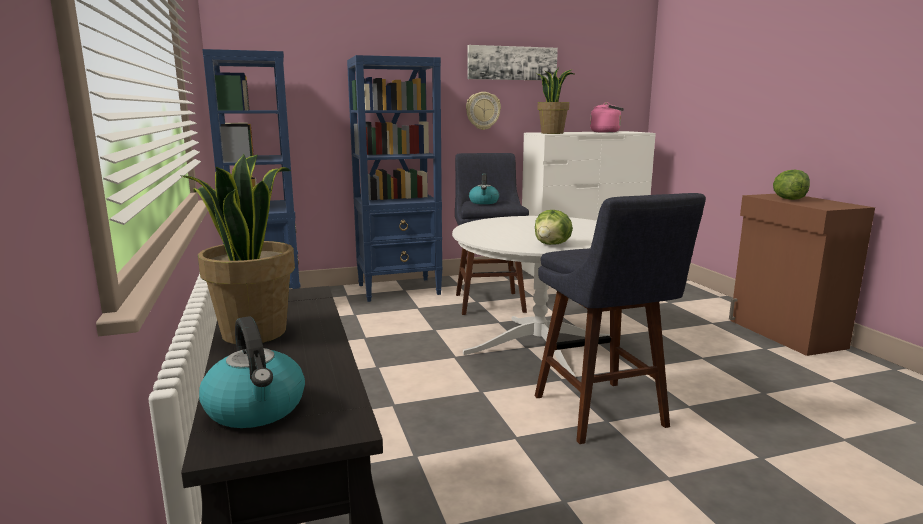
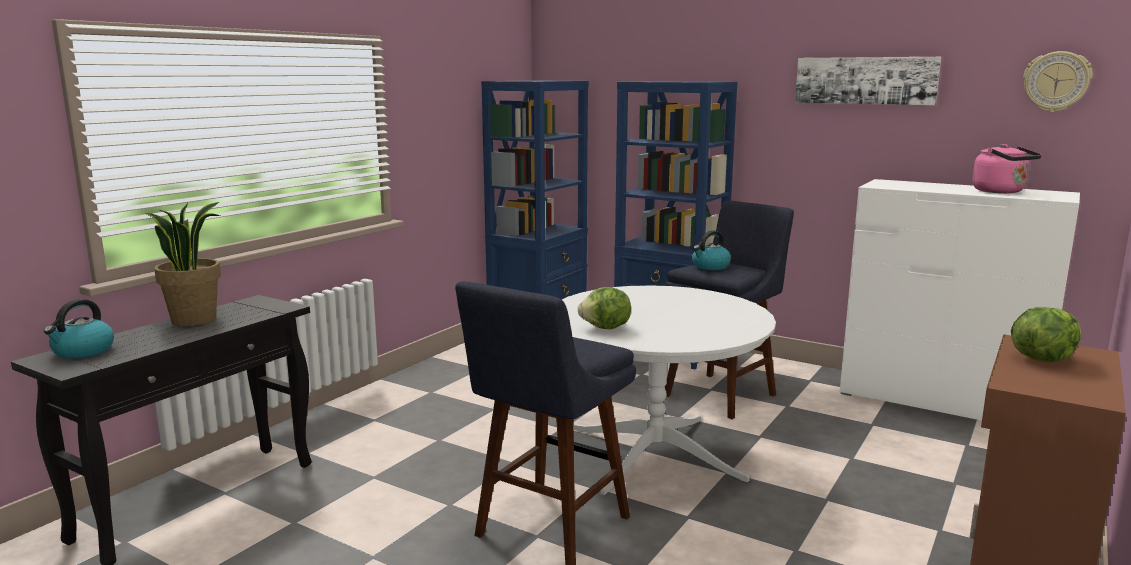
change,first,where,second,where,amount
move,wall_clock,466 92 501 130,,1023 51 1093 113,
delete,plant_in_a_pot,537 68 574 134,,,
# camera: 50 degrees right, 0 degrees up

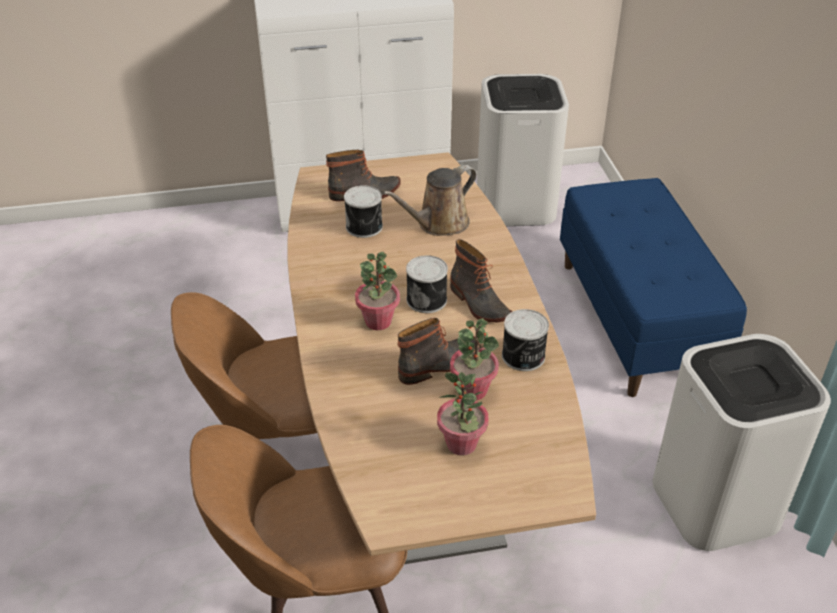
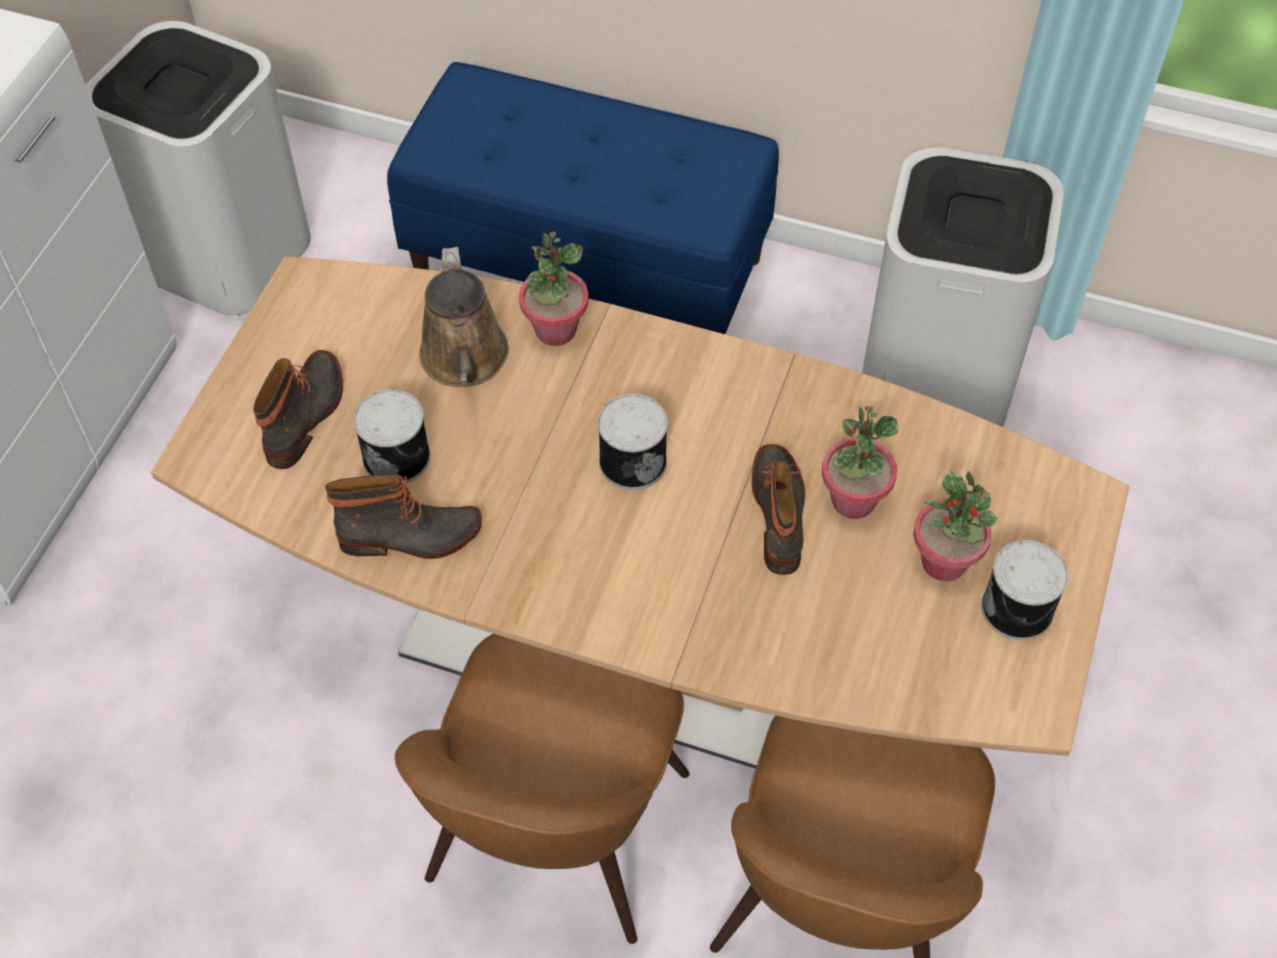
change,first,where,second,where,amount
move,plant_in_a_pot,355 252 400 330,,519 232 589 346,
move,boot,450 239 512 322,,325 475 482 559,
move,sealed_can,502 309 549 371,,981 540 1069 640,
# camera: 60 degrees left, 15 degrees up

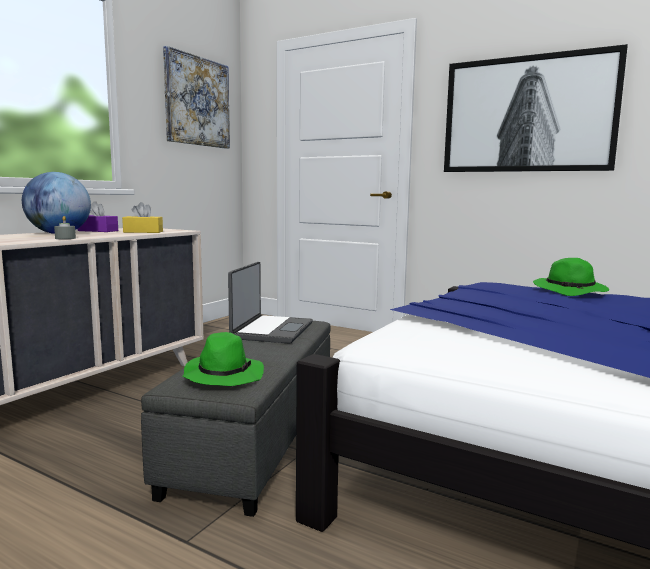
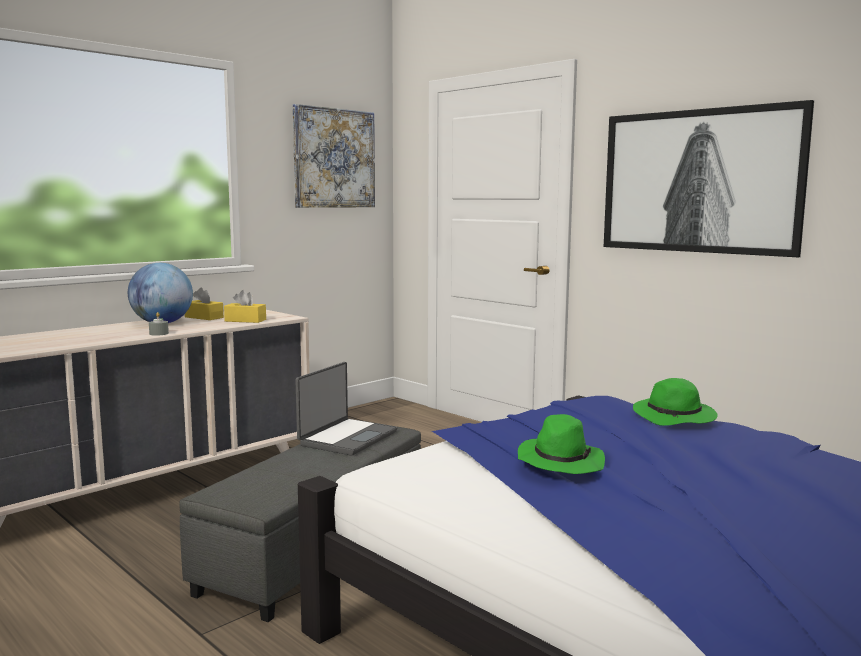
change,first,where,second,where,amount
recolor,purple_tissue_holder,78 201 118 232,yellow-coloured_tissue_holder,185 287 224 320,
move,green-coloured_clothing_hat,182 332 264 386,,518 414 605 474,
# camera: 15 degrees right, 0 degrees up

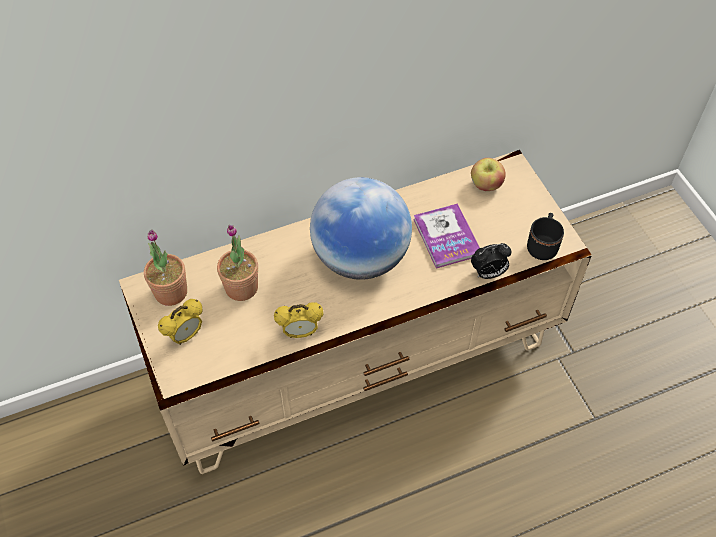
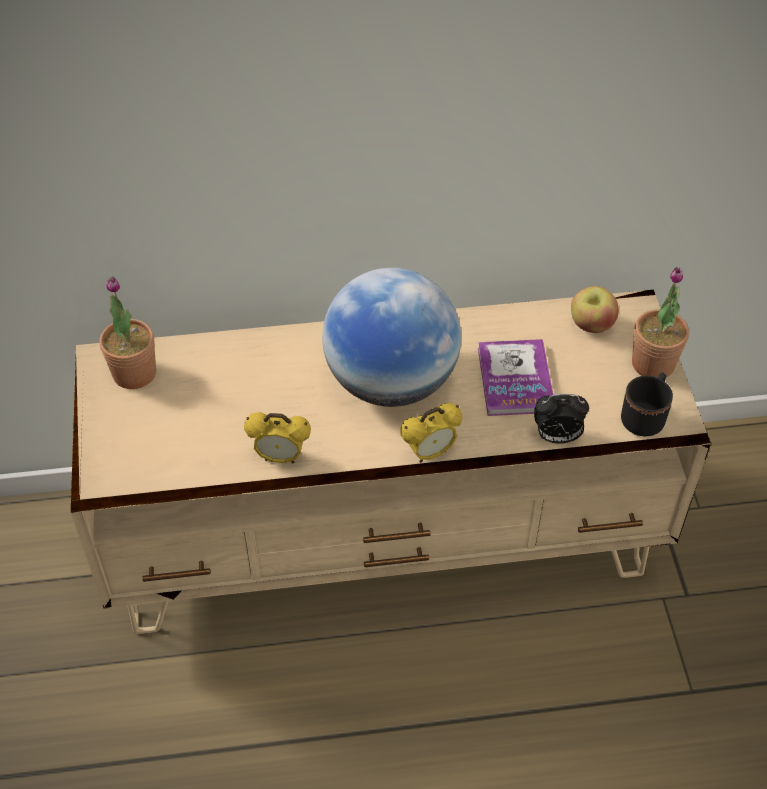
change,first,where,second,where,amount
move,table_clock,158 299 203 345,,401 403 462 463,
move,plant_in_a_pot,217 225 258 301,,632 267 689 378,
# camera: 15 degrees right, 5 degrees down

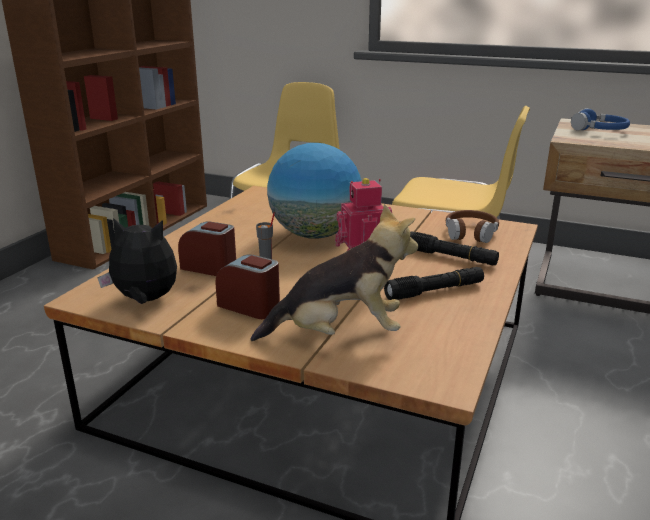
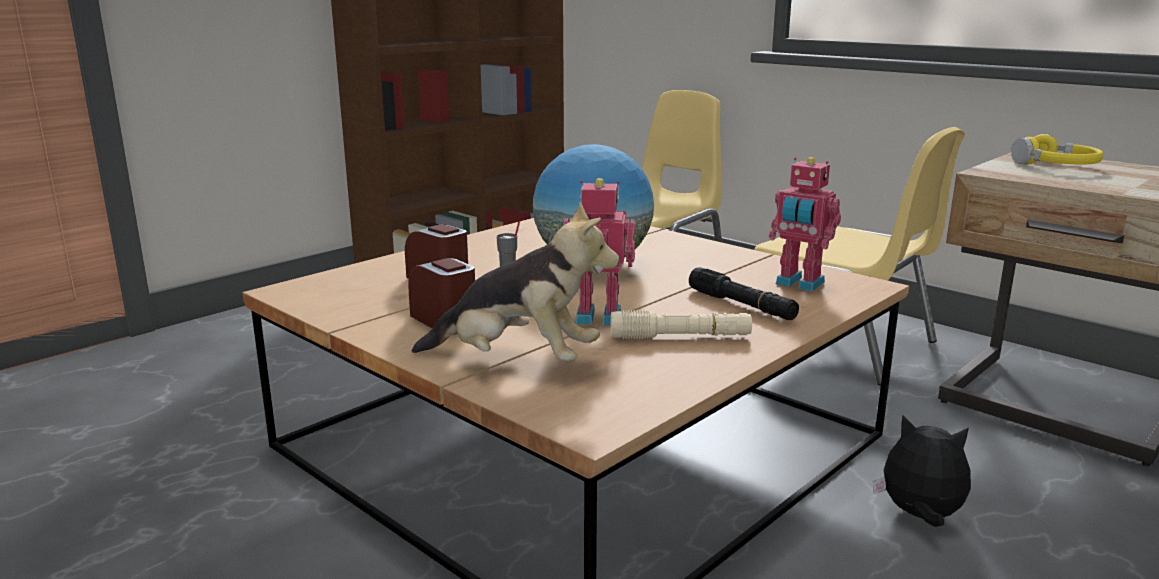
change,first,where,second,where,amount
move,soft_toy,97 218 177 304,,873 415 971 527,
recolor,blackish_torch,384 267 484 300,sand-coloured_torch,611 310 752 339,
replace,brown_headphones,446 210 499 243,robot_figure,769 157 841 291,
recolor,blue-coloured_headphones,571 108 630 131,yellow-coloured_headphones,1011 134 1103 164,
# camera: 20 degrees right, 5 degrees down

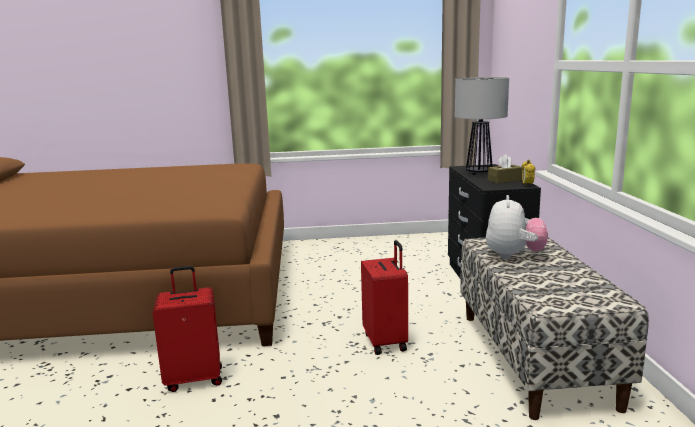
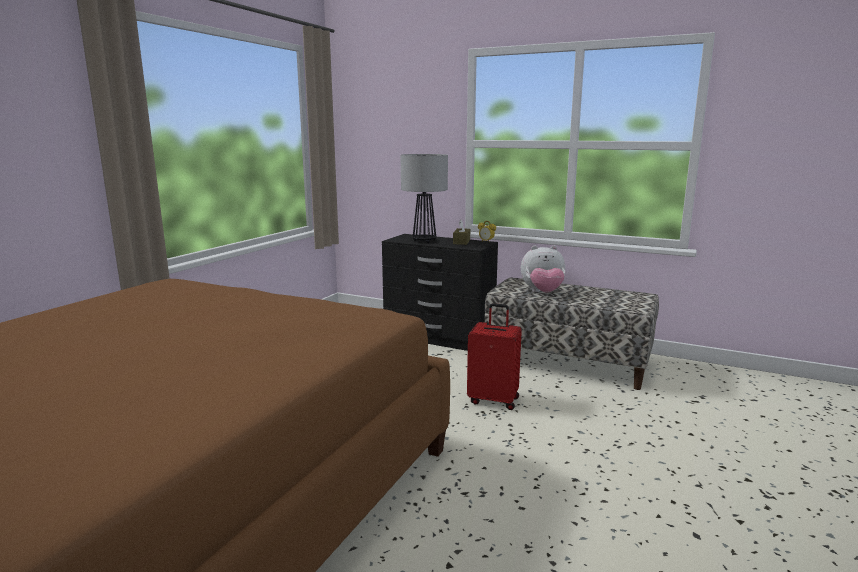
change,first,where,second,where,amount
delete,red_suitcase,153 266 222 392,,,
rotate,soft_toy,486 195 548 260,,521 245 565 292,135 degrees clockwise
# camera: 60 degrees left, 0 degrees up

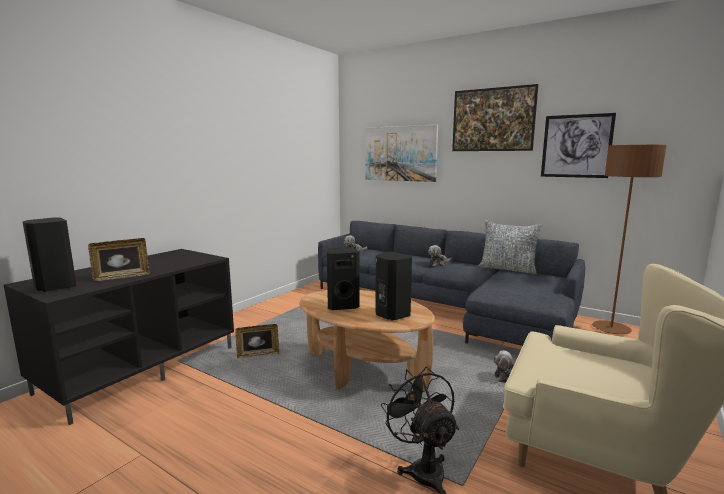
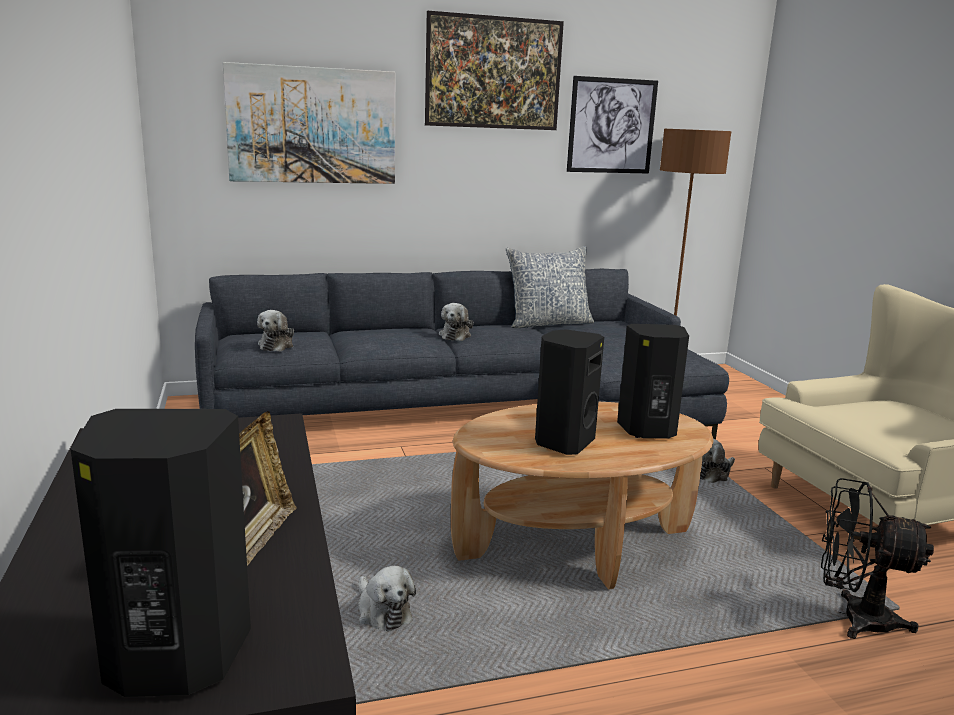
change,first,where,second,where,amount
replace,photo_frame,235 324 279 359,soft_toy,358 566 416 631,
# camera: 50 degrees left, 5 degrees up

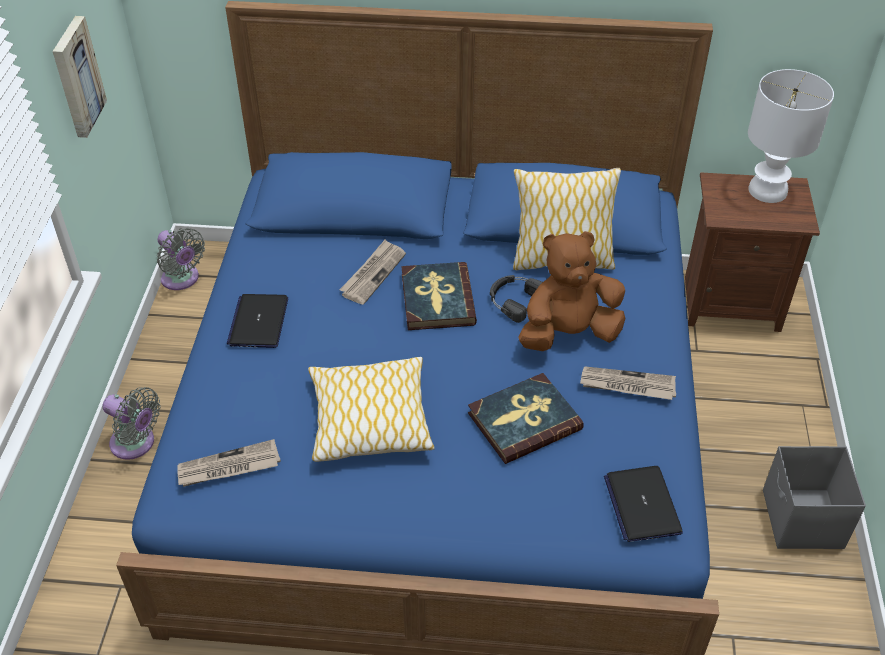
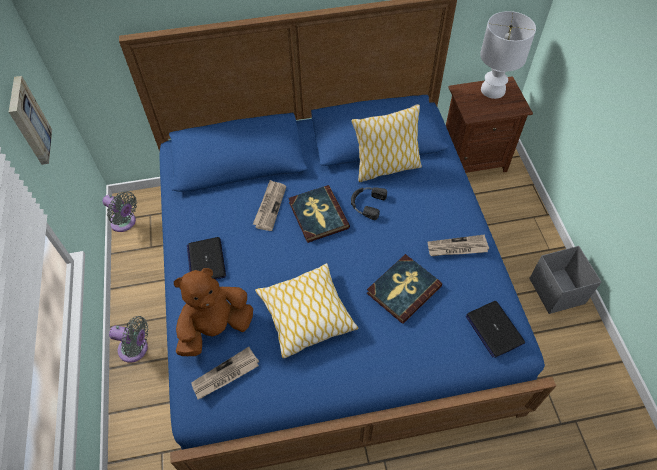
change,first,where,second,where,amount
move,brown_soft_toy,518 231 626 351,,174 268 253 356,
# camera: 15 degrees left, 10 degrees up

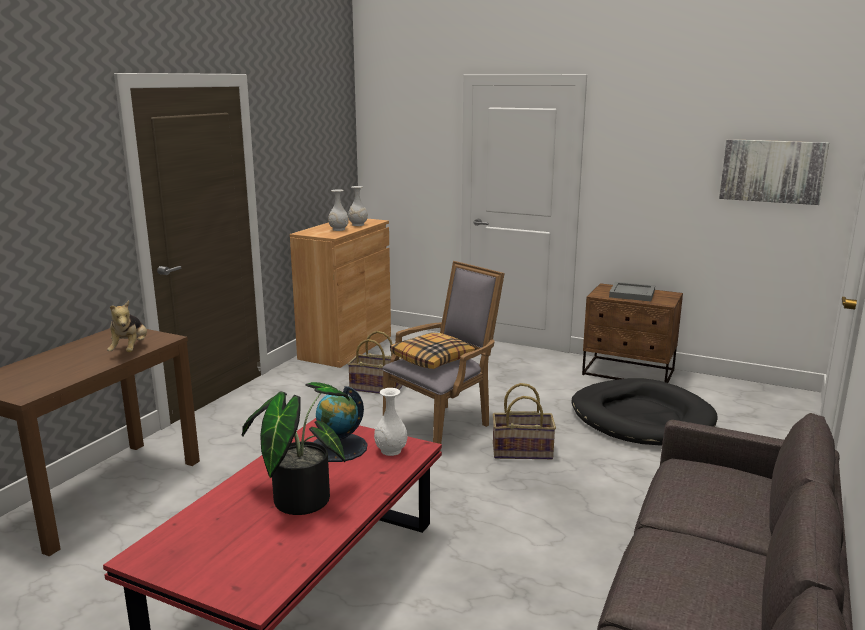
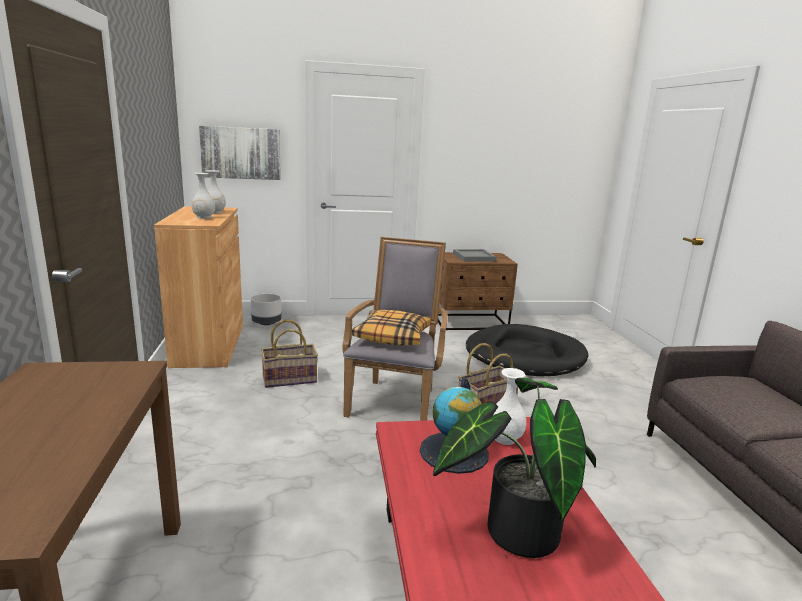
change,first,where,second,where,amount
delete,soft_toy,107 301 147 352,,,
move,picture,719 139 829 205,,199 126 281 180,
insert,,,grey_planter,251 294 281 325,
# camera: 35 degrees left, 0 degrees up

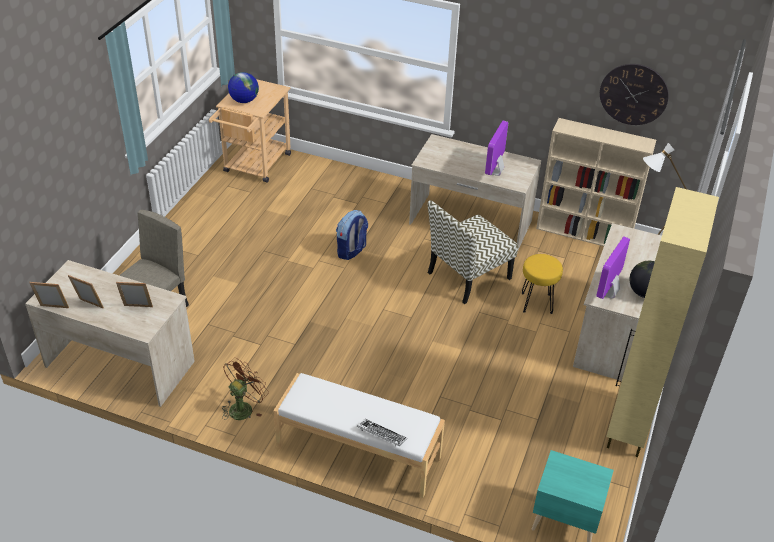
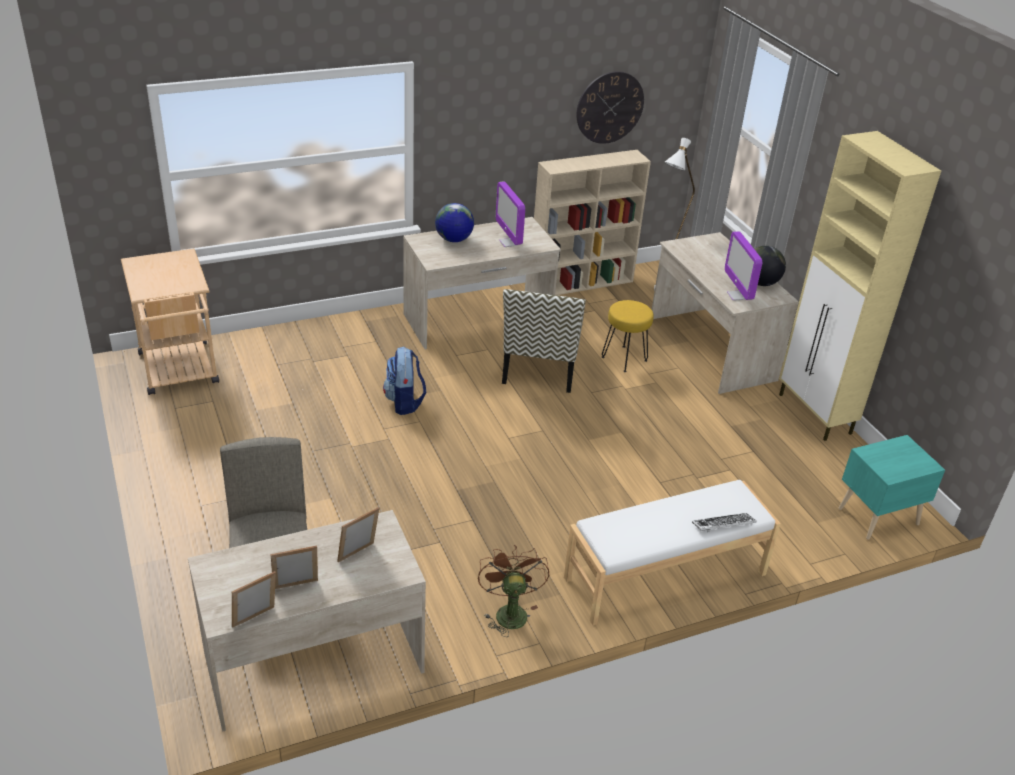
change,first,where,second,where,amount
move,globe,228 72 259 103,,435 203 474 242,
# camera: 45 degrees left, 5 degrees down

